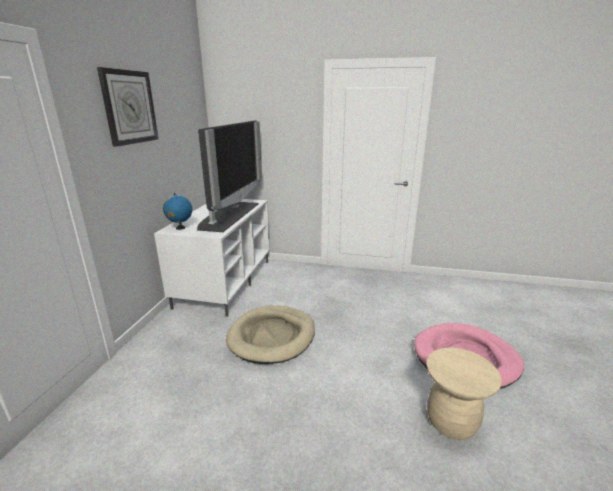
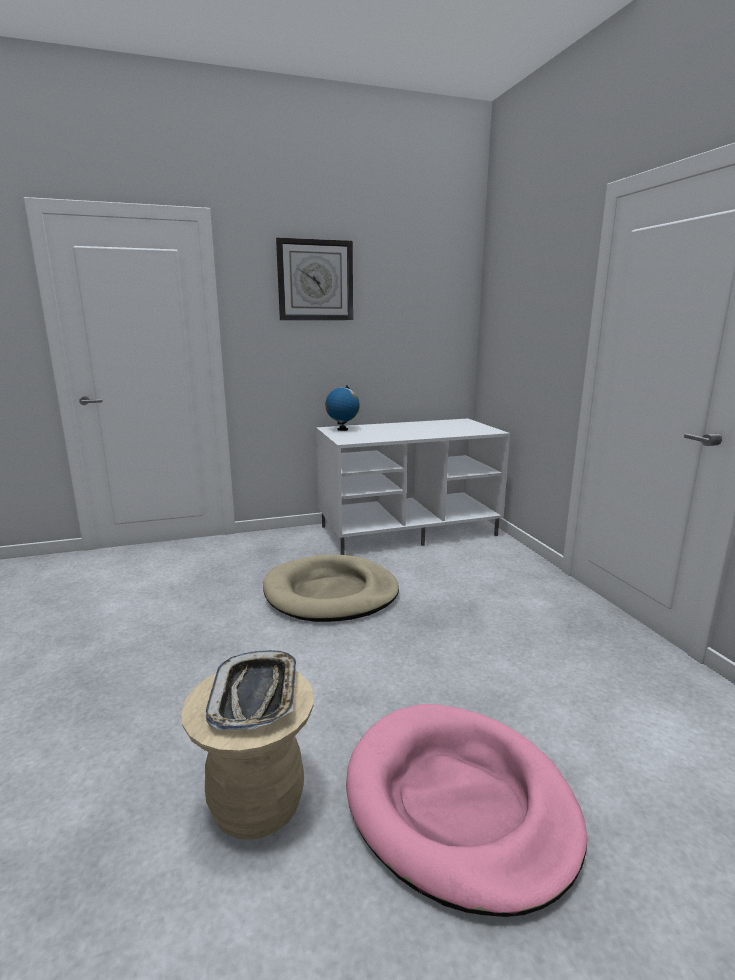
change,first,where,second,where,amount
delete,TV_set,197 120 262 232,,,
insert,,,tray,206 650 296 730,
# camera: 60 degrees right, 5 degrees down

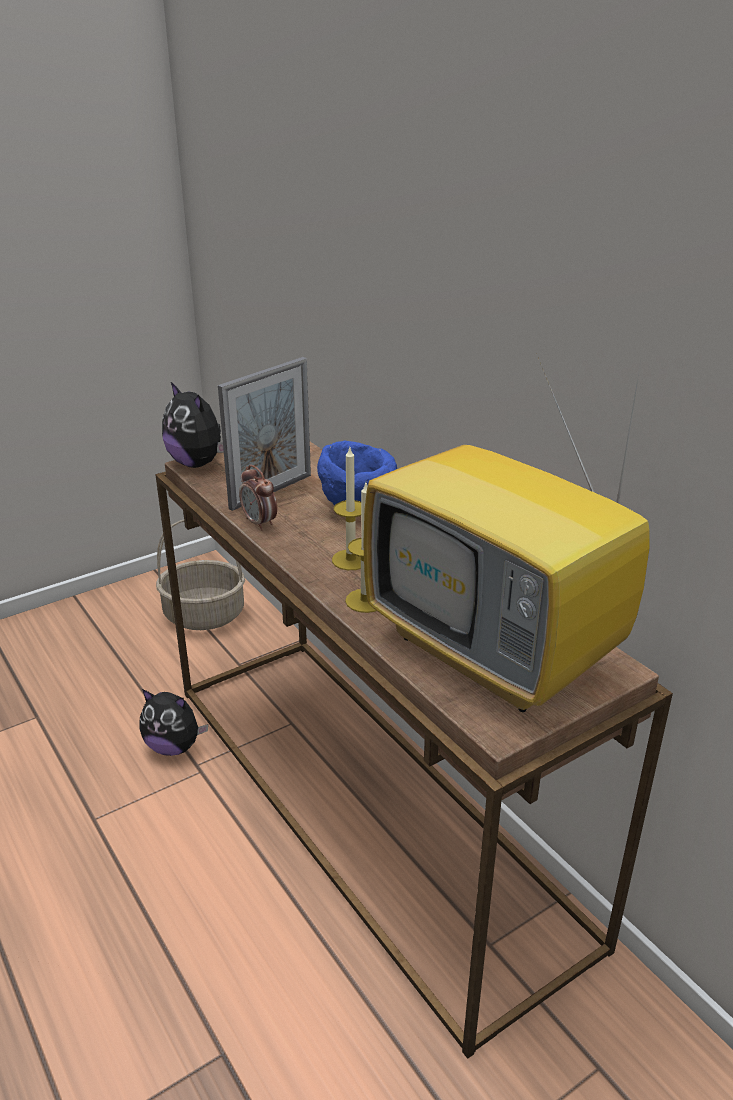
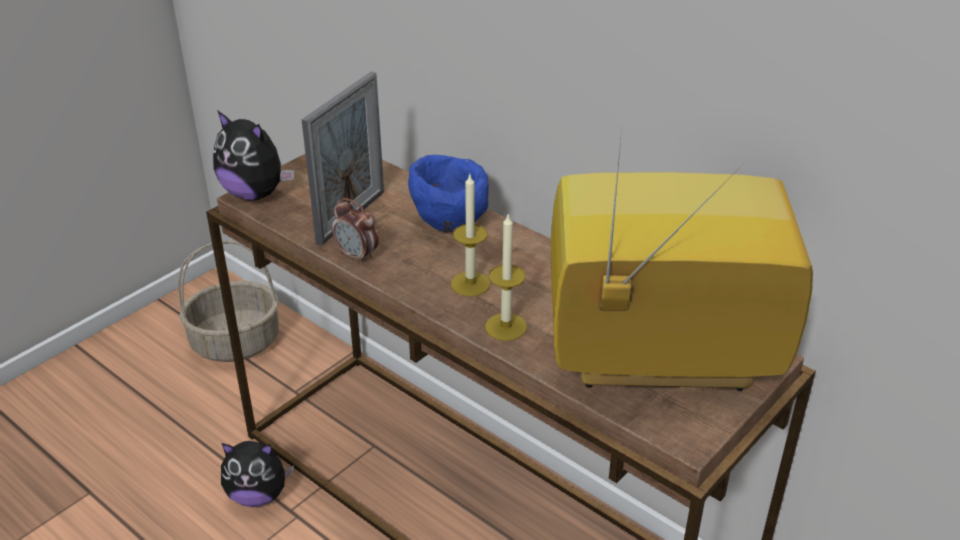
change,first,where,second,where,amount
rotate,TV_set,363 358 650 712,,551 129 813 391,150 degrees clockwise
# camera: 15 degrees left, 5 degrees up

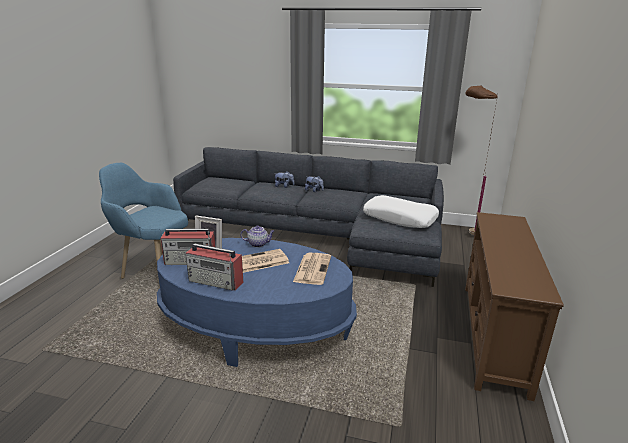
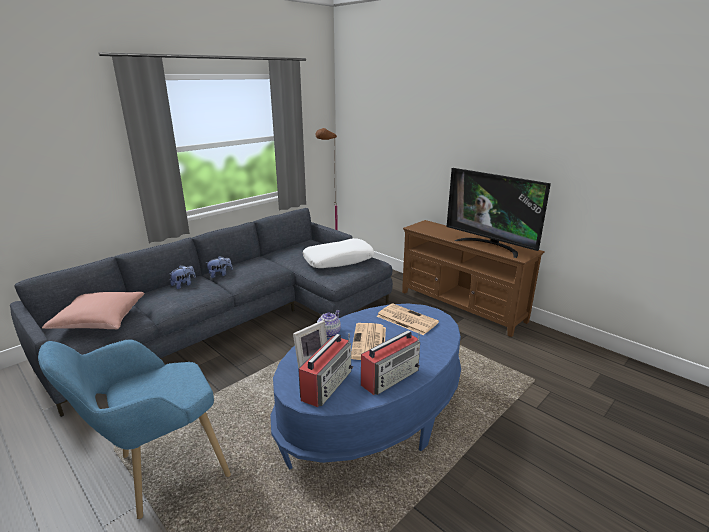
change,first,where,second,where,amount
insert,,,pinkish_pillow,42 292 144 329,
insert,,,TV_set,447 168 551 258,
# camera: 60 degrees left, 0 degrees up

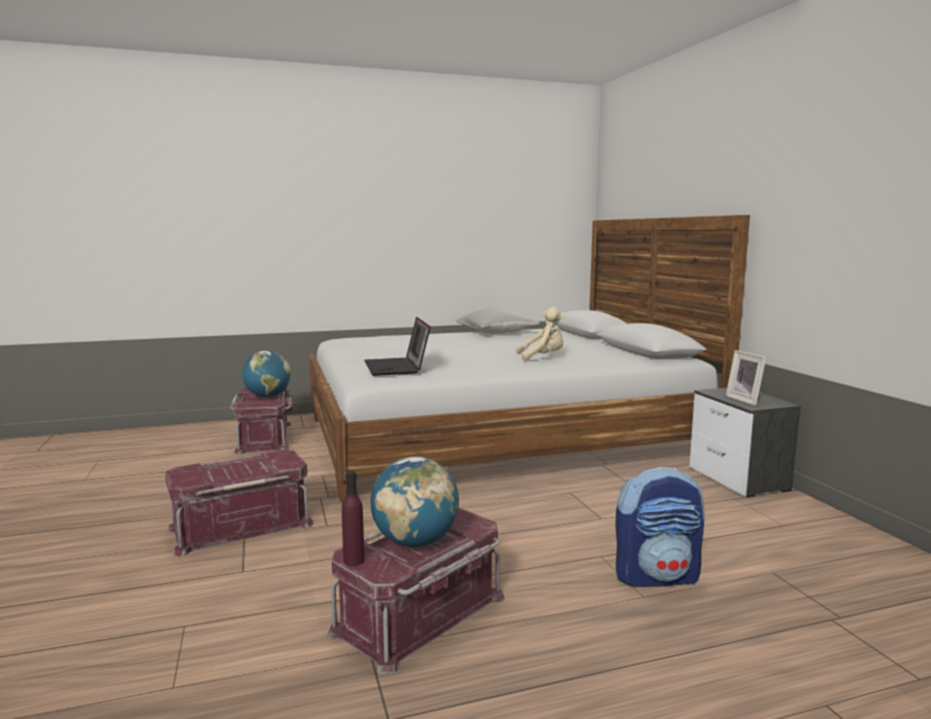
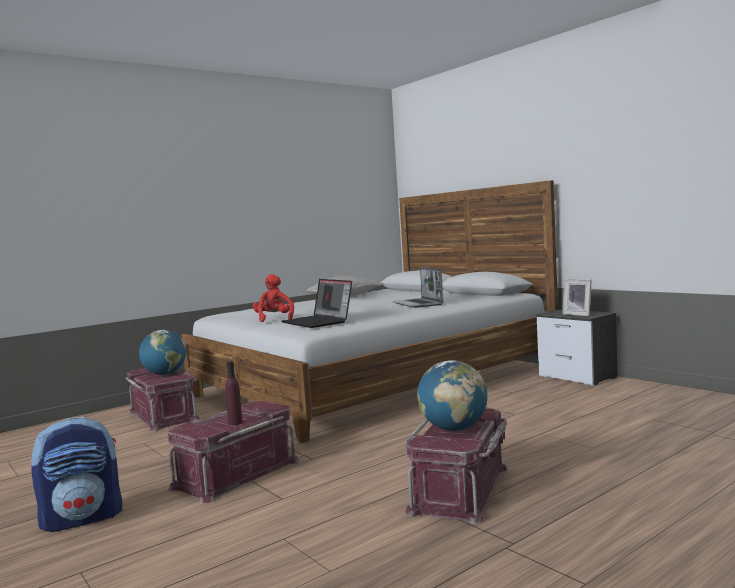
change,first,where,second,where,amount
move,purple_beverage_bottle,342 470 365 566,,225 361 243 425,
replace,sand-coloured_soft_toy,516 307 564 362,notebook_computer,392 267 443 308,
move,knapsack,615 467 705 587,,31 417 122 532,
insert,,,red_soft_toy,253 274 294 322,
# camera: 20 degrees left, 5 degrees down

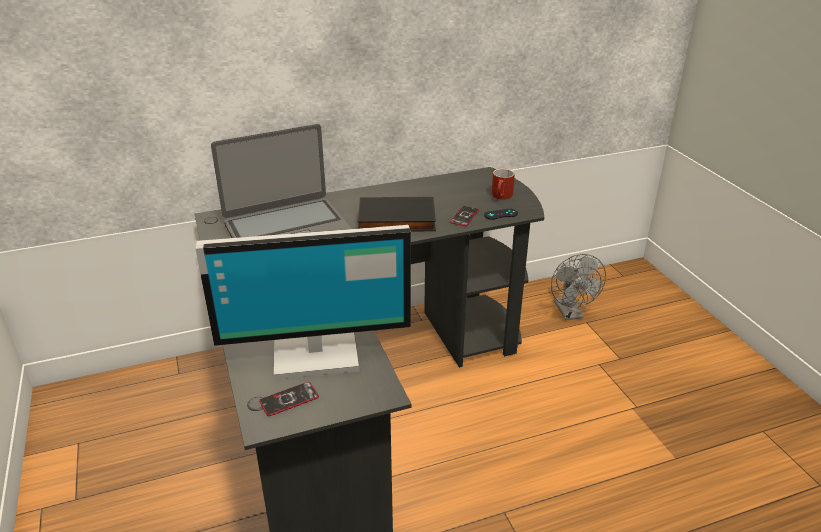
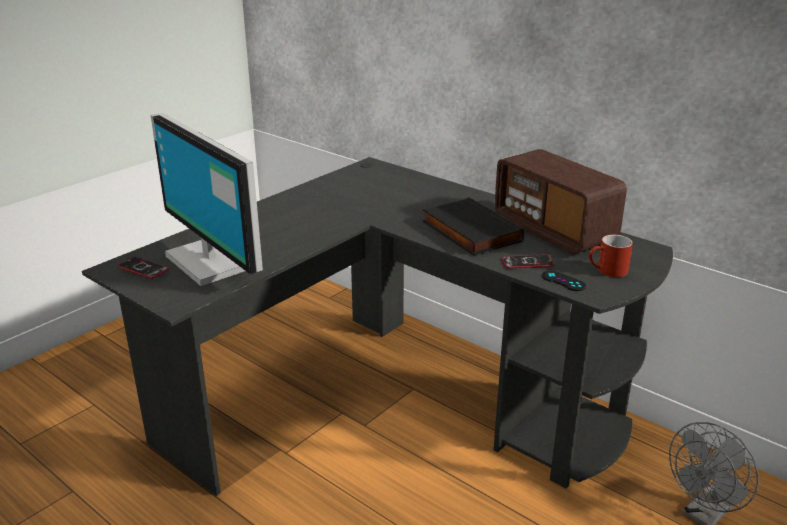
change,first,where,second,where,amount
delete,notebook_computer,211 124 352 238,,,
insert,,,radio_set,494 149 627 254,
# camera: 60 degrees right, 5 degrees down

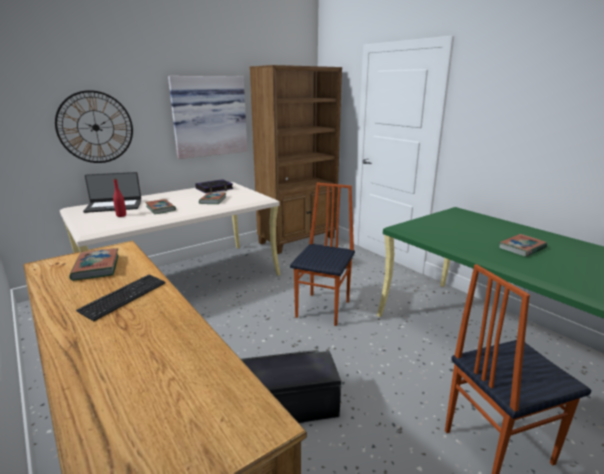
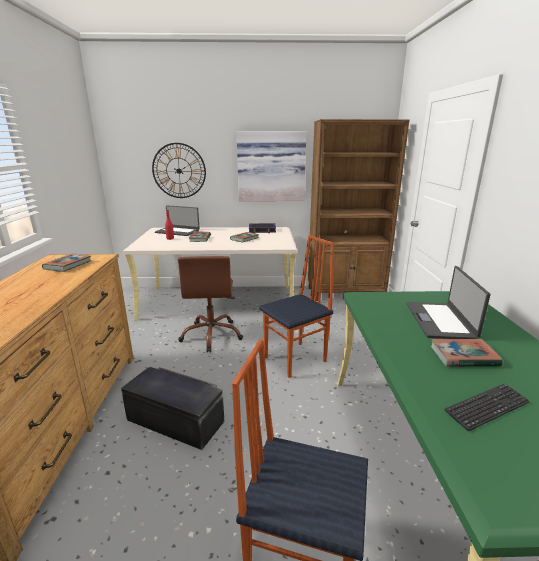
change,first,where,second,where,amount
move,PC_keyboard,76 275 166 321,,444 384 530 432,
insert,,,brown_computer_chair,178 256 243 353,
insert,,,notebook_computer,406 266 490 339,
# camera: 35 degrees right, 0 degrees up

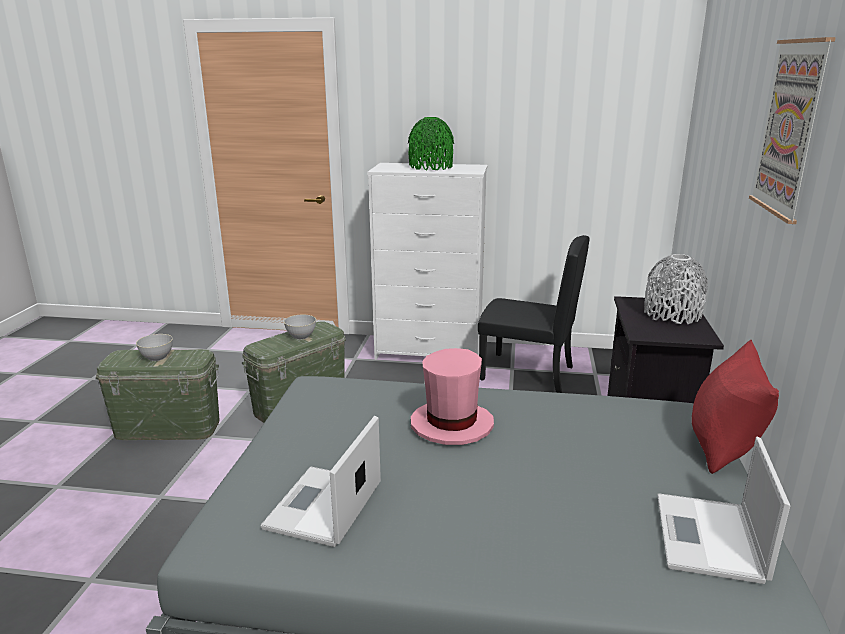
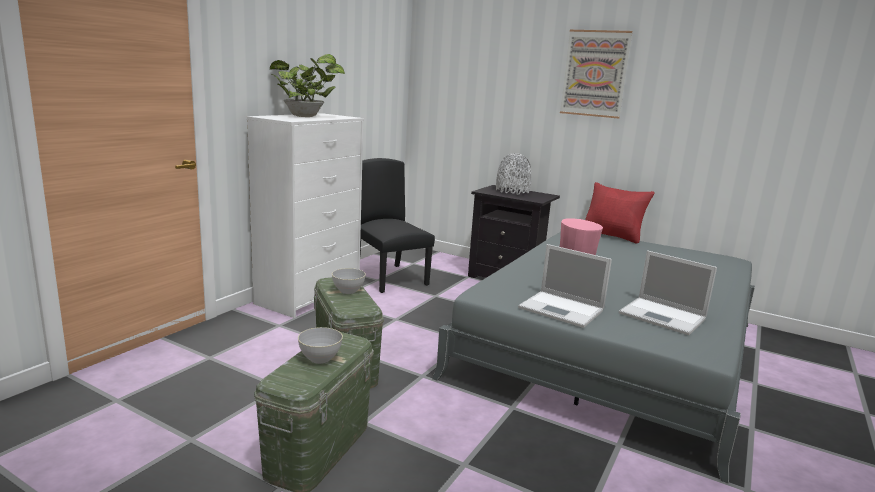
change,first,where,second,where,amount
replace,green-coloured_vase,408 117 454 170,plant_in_a_pot,270 54 345 117,
rotate,blackish_upright_chair,478 235 590 393,,360 158 435 293,75 degrees counterclockwise
move,notebook_computer,657 436 790 584,,518 244 612 328,
# camera: 70 degrees left, 5 degrees down

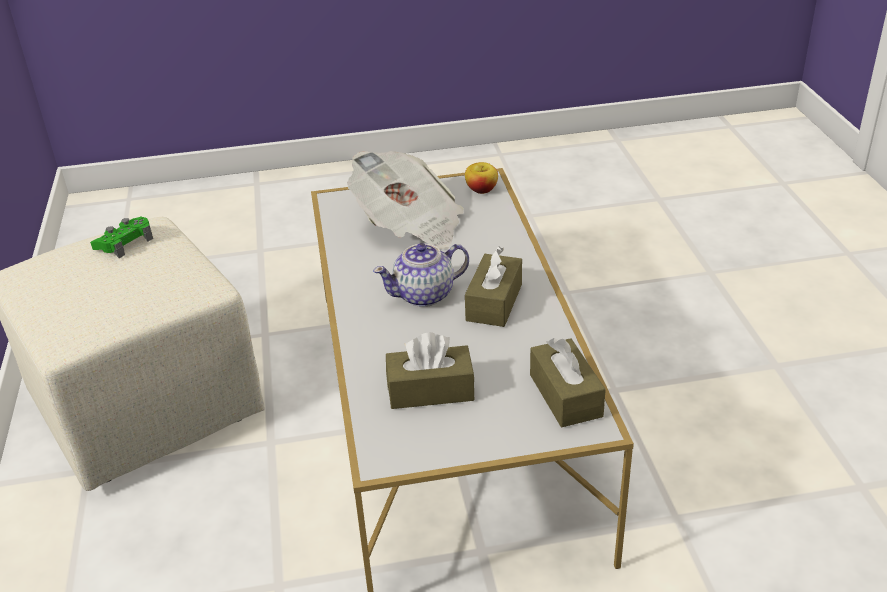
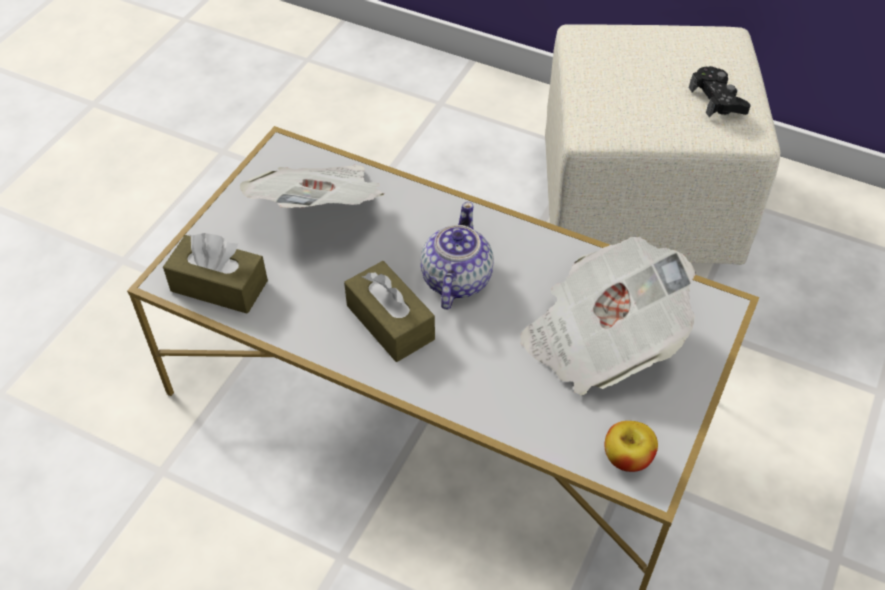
change,first,where,second,where,amount
recolor,green-coloured_gamepad,90 216 153 258,blackish_gamepad,689 66 751 117,
replace,brown_tissue_holder,386 332 475 409,newspaper,239 165 384 208,
# camera: 125 degrees right, 15 degrees up

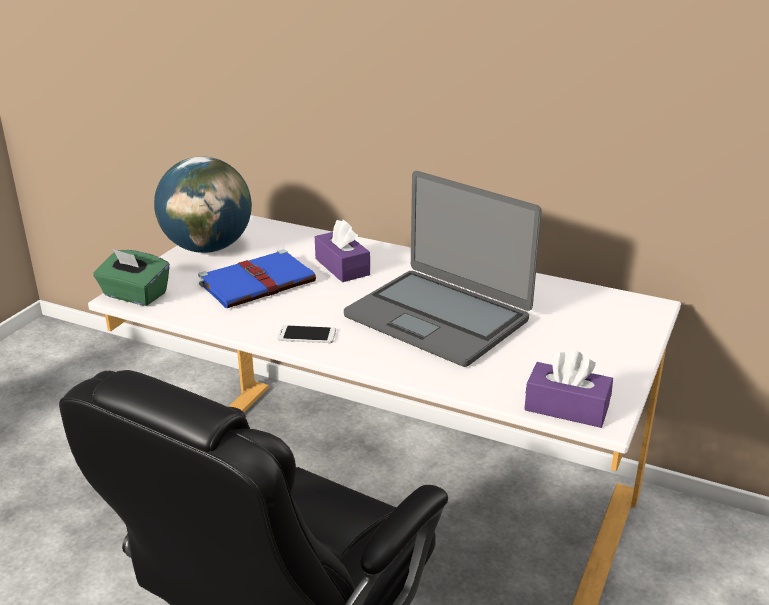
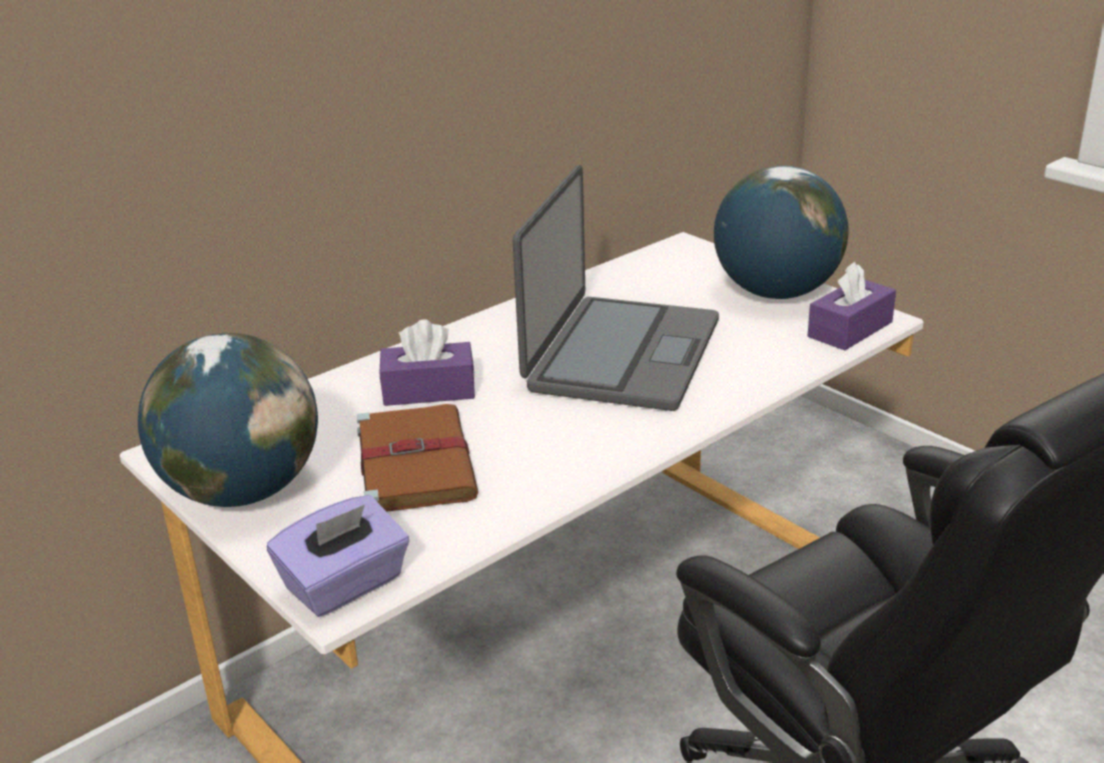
change,first,where,second,where,amount
recolor,green-coloured_tissue_holder,93 249 170 306,purple_tissue_holder,267 495 409 617,
recolor,blue-coloured_book,198 249 316 308,brown_book,357 404 478 512,
delete,phone,278 325 336 343,,,
rotate,notebook_computer,344 171 542 367,,513 165 719 411,45 degrees counterclockwise
insert,,,globe,714 166 849 299,
# camera: 65 degrees left, 0 degrees up

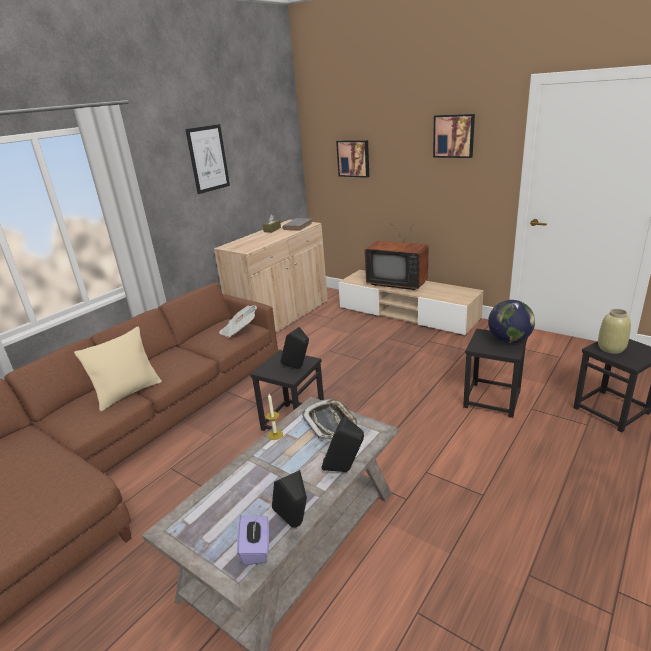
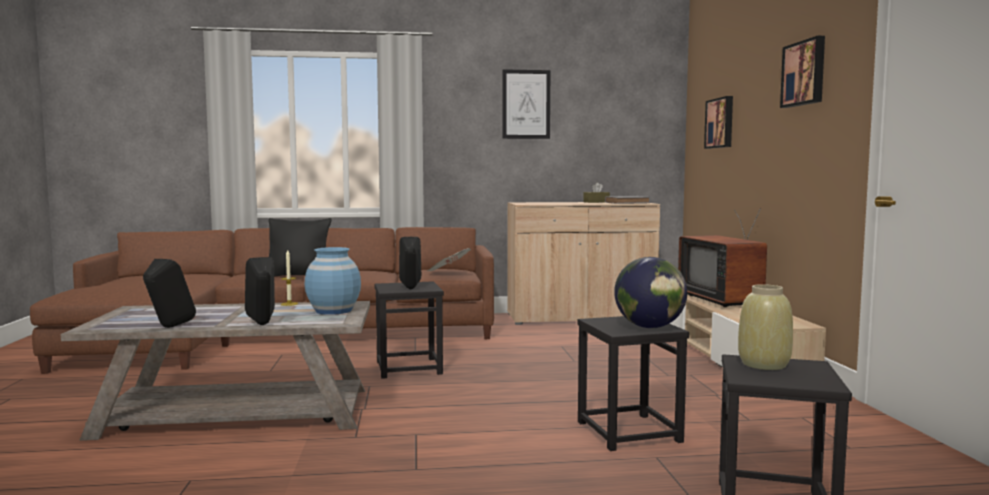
change,first,where,second,where,amount
recolor,sand-coloured_pillow,74 326 162 412,blackish_pillow,269 218 331 277,
delete,purple_tissue_holder,237 515 269 565,,,
replace,tray,301 399 359 441,blue-coloured_vase,305 247 361 315,
# camera: 45 degrees right, 20 degrees down

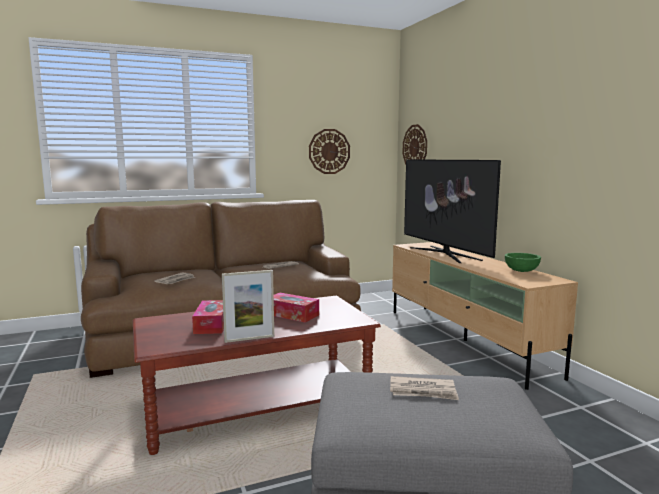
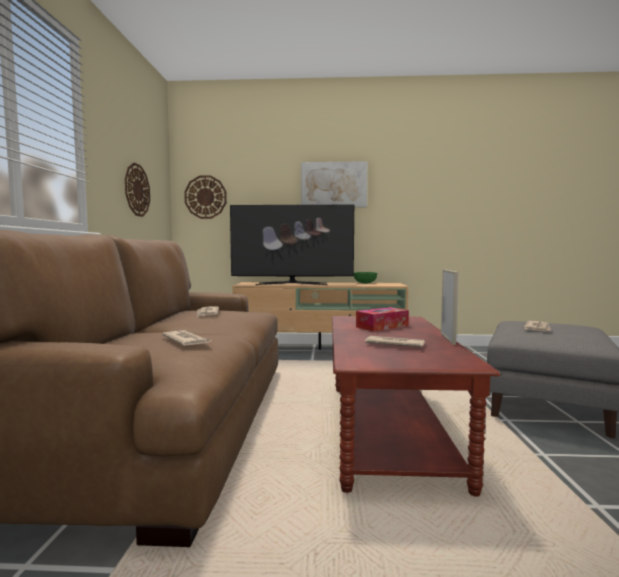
change,first,where,second,where,amount
replace,tissue_holder,192 300 224 334,newspaper,365 336 425 347,
insert,,,picture,301 161 368 207,
# camera: 65 degrees left, 5 degrees down

